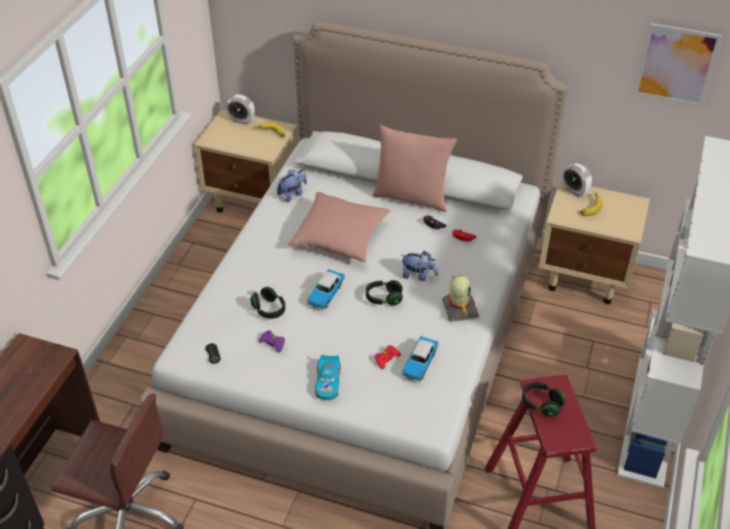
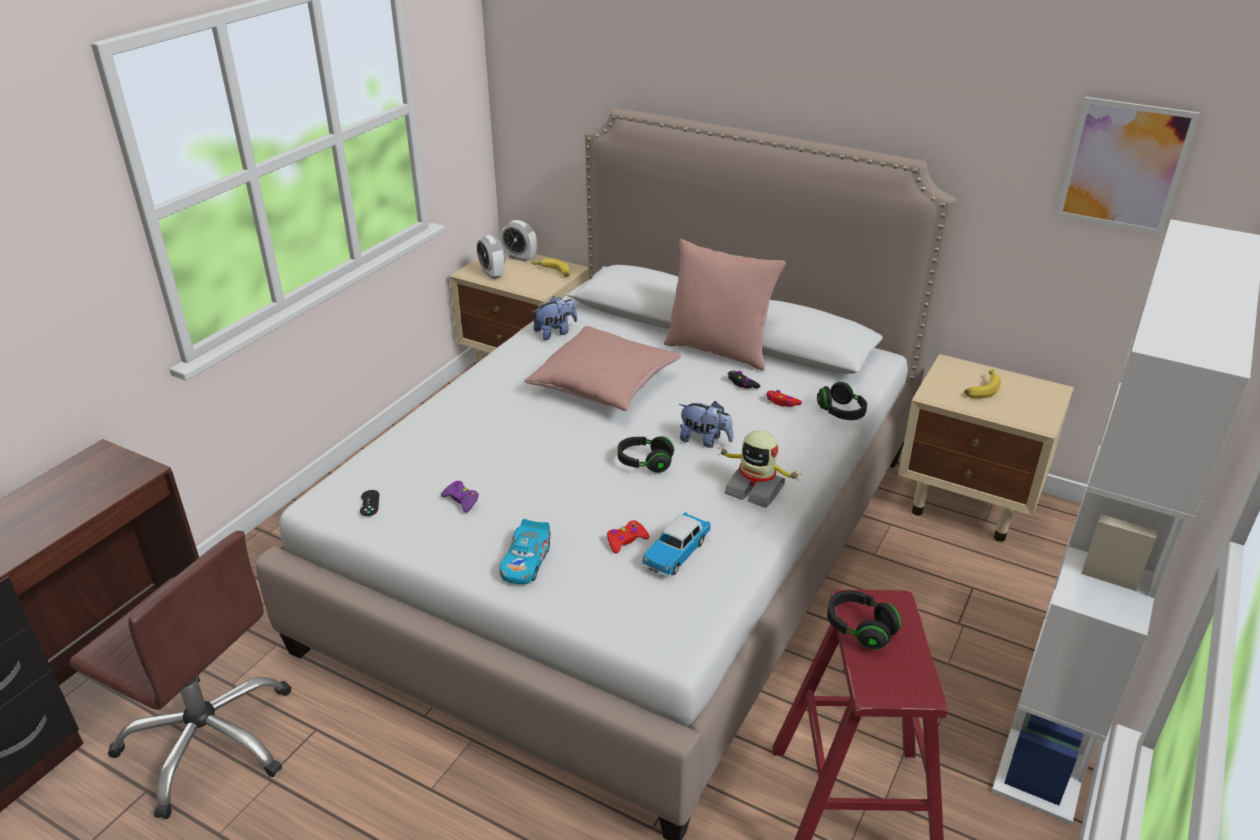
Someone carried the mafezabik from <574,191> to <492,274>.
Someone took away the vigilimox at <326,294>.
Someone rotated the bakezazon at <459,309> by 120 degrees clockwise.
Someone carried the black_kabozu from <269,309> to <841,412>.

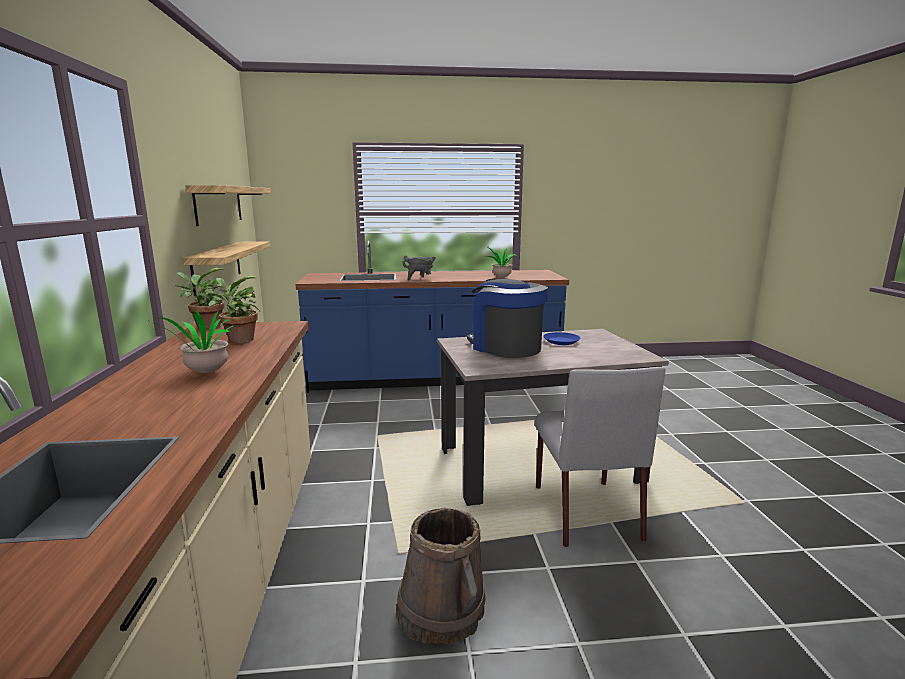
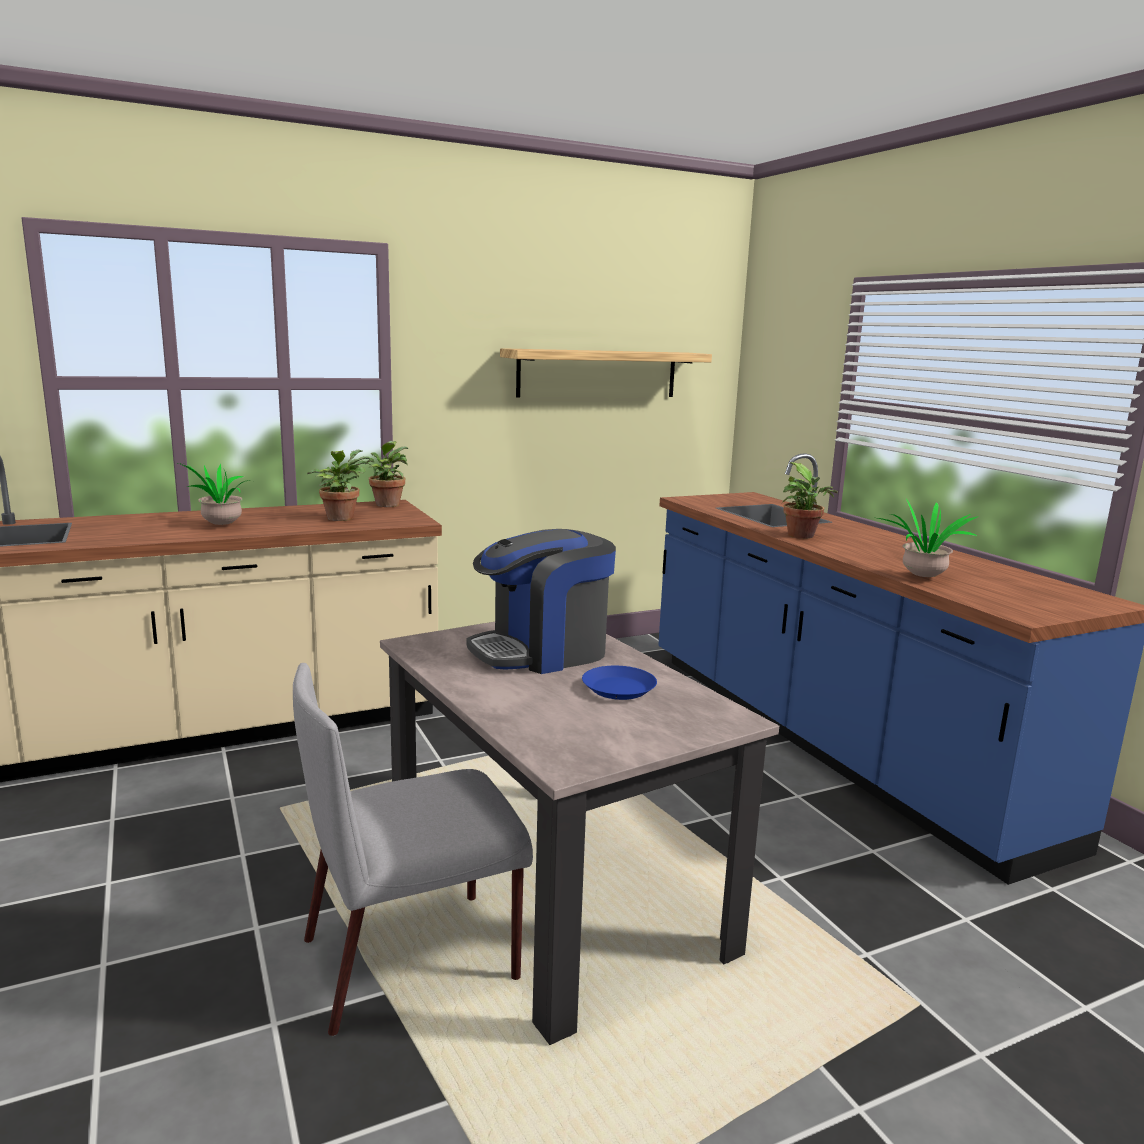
Someone took away the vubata at <217,266>.
Someone swapped the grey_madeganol at <420,279> for the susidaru at <803,536>.
Someone rotated the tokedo at <505,347> by 150 degrees counterclockwise.
Someone took away the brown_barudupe at <441,610>.

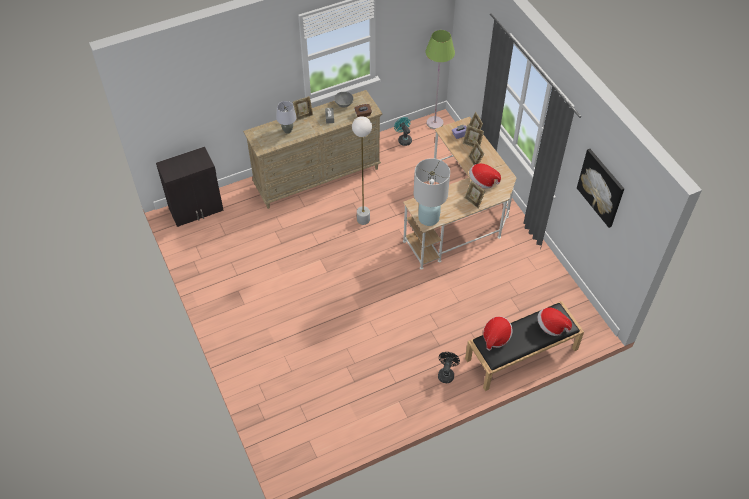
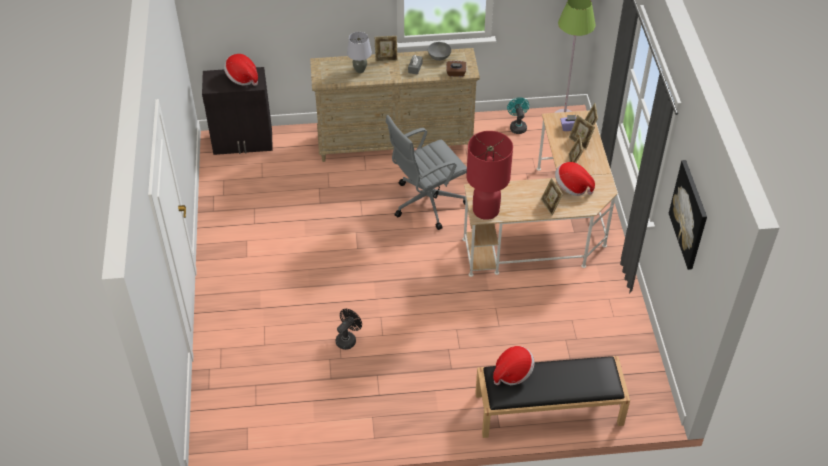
Someone swapped the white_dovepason at <363,220> for the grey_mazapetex at <426,202>.
Someone repainted the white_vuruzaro at <428,218>, which became the red_vuruzaro at <485,210>.
Someone carried the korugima from <551,326> to <242,78>.
Someone carried the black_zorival from <446,373> to <348,339>.

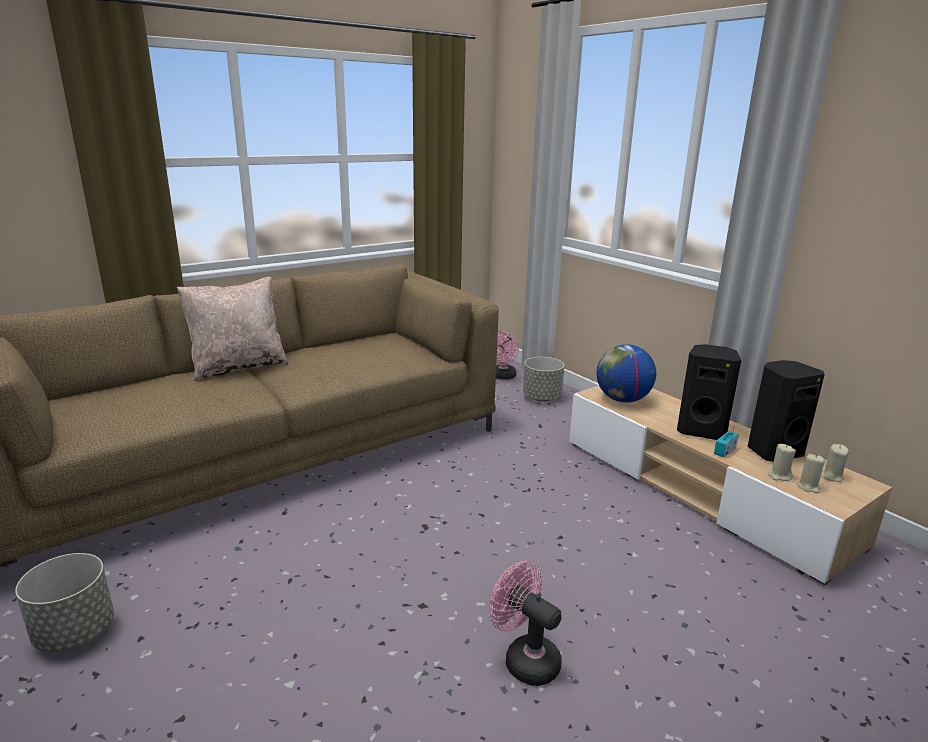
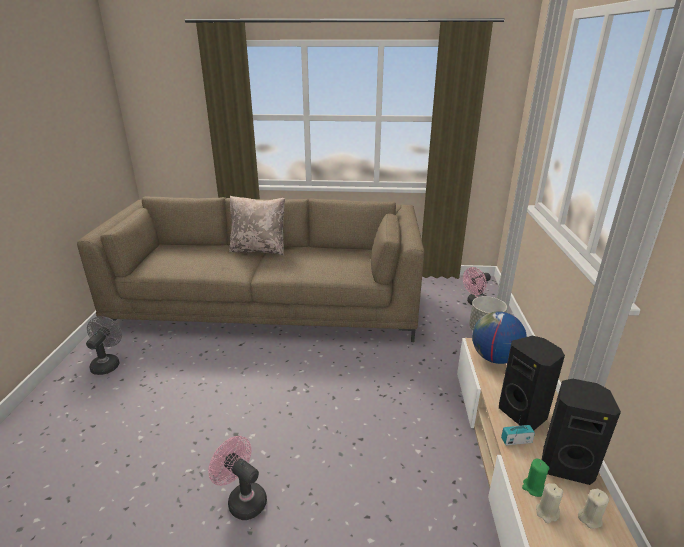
Someone repainted the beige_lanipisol at <779,476>, which became the green_lanipisol at <533,488>.
Someone swapped the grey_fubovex at <74,633> for the grey_zorival at <107,364>.
Someone rotated the pink_zorival at <524,659> by 45 degrees counterclockwise.

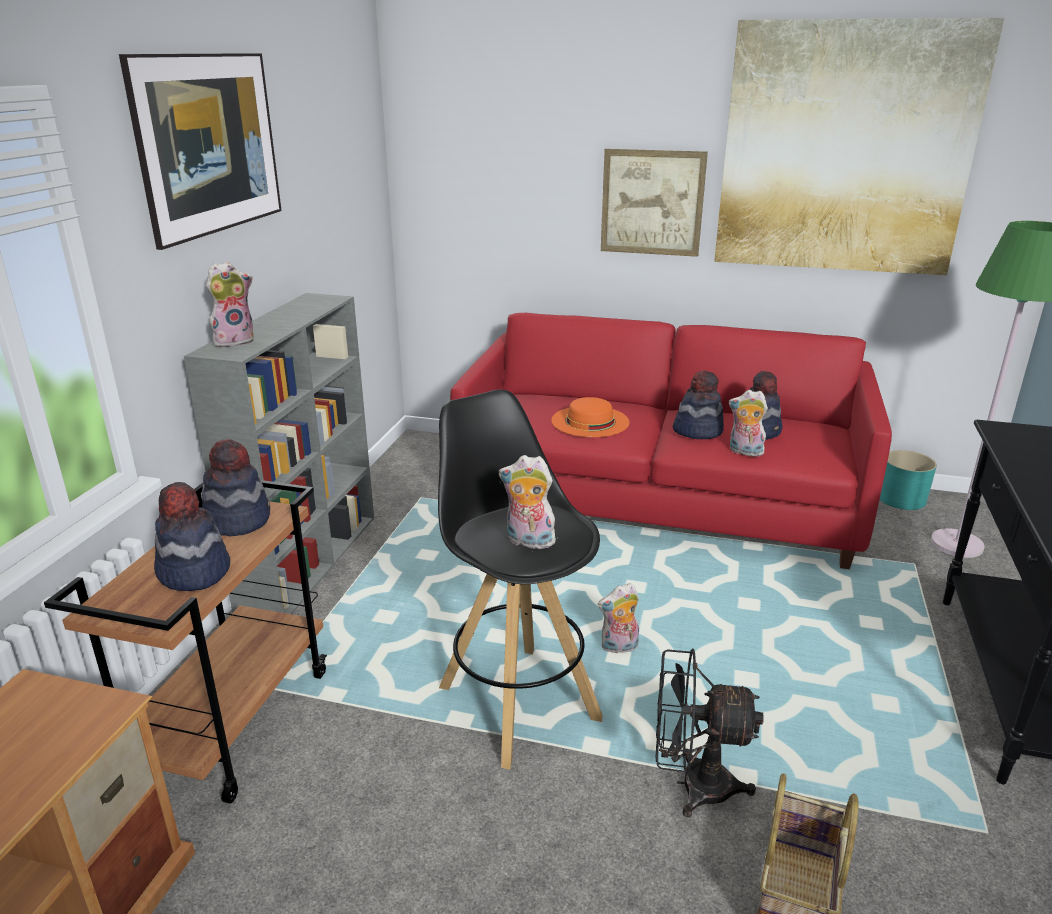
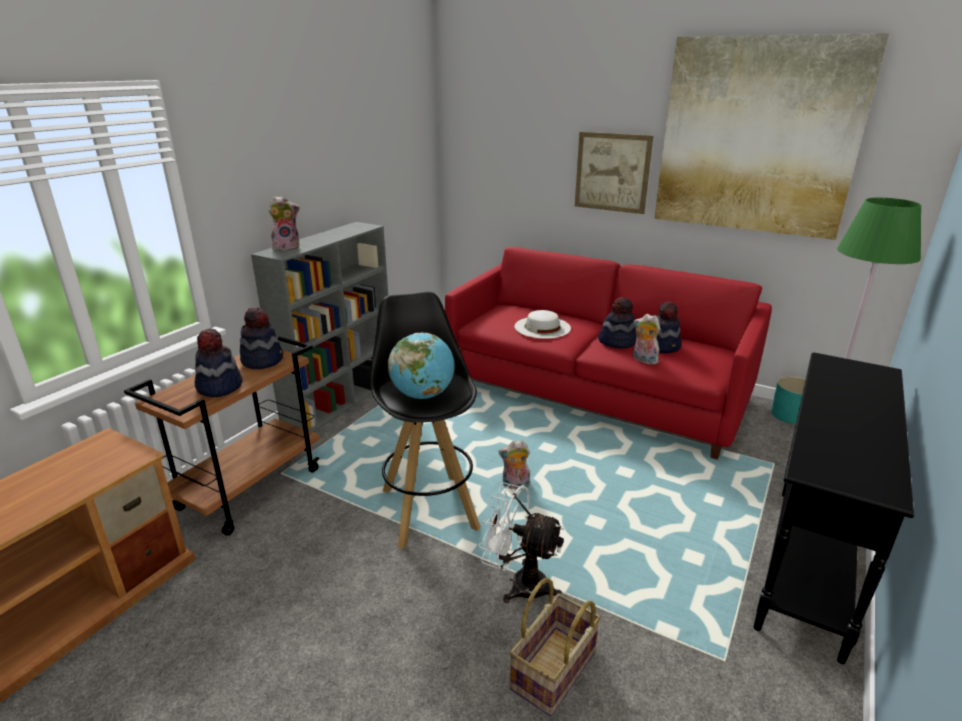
Someone took away the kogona at <216,187>.
Someone repainted the orange_korugima at <590,421>, which became the white_korugima at <542,327>.
Someone swapped the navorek at <528,542> for the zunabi at <423,395>.
Someone repainted the black_zorival at <692,785>, which became the white_zorival at <519,583>.

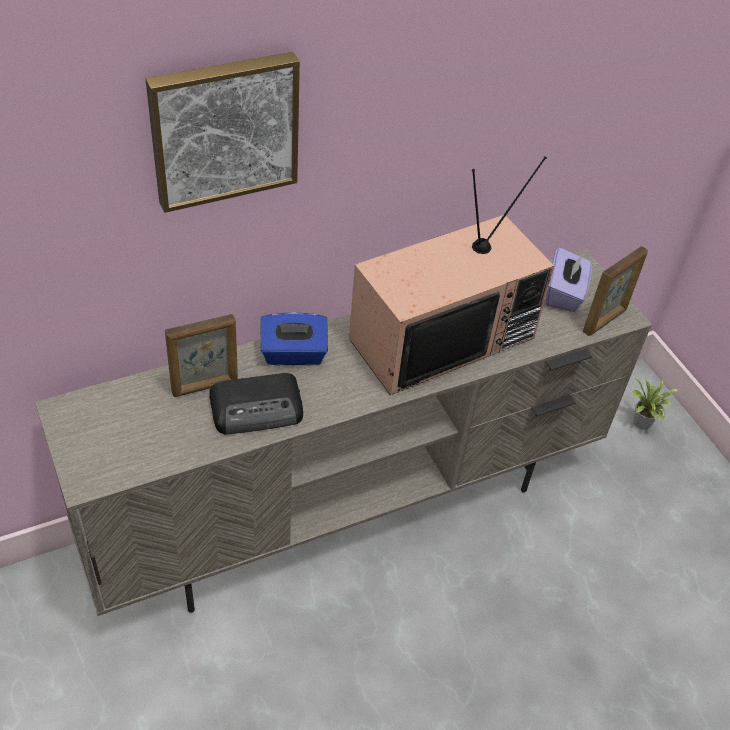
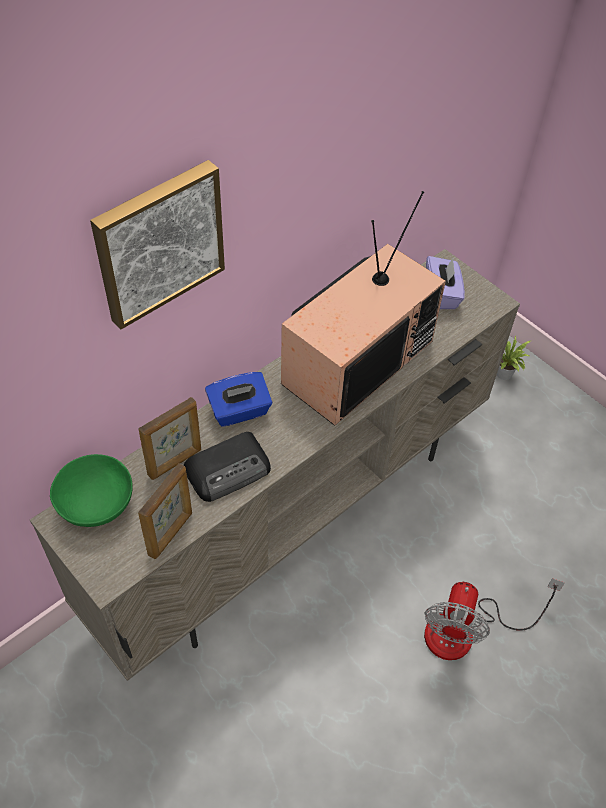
Someone carried the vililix from <605,321> to <171,533>.
Someone put down the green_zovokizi at <96,505>.
Someone put down the zorival at <465,631>.

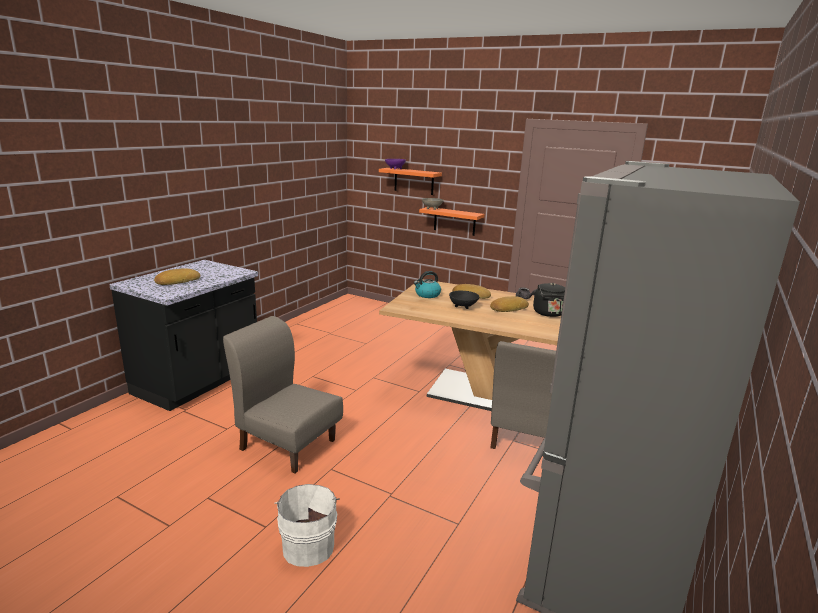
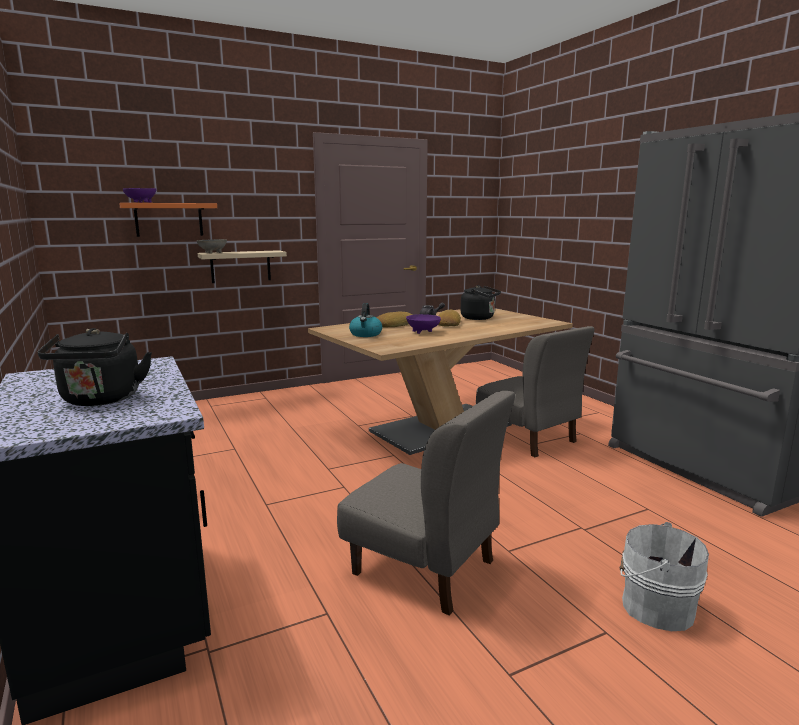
Someone repainted the orange_vubata at <454,221>, which became the beige_vubata at <240,266>.
Someone swapped the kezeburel at <177,281> for the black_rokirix at <101,400>.
Someone repainted the black_zovokizi at <462,307>, which became the purple_zovokizi at <423,332>.
Someone rotated the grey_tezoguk at <287,444> by 120 degrees counterclockwise.

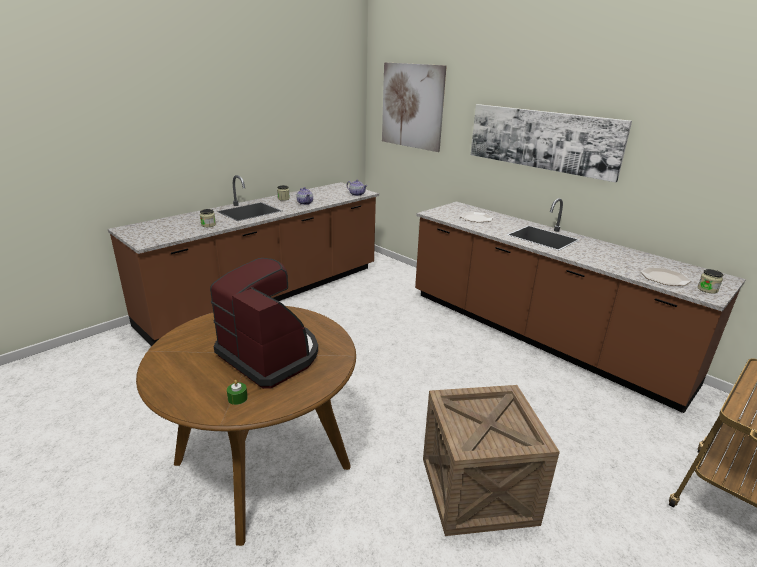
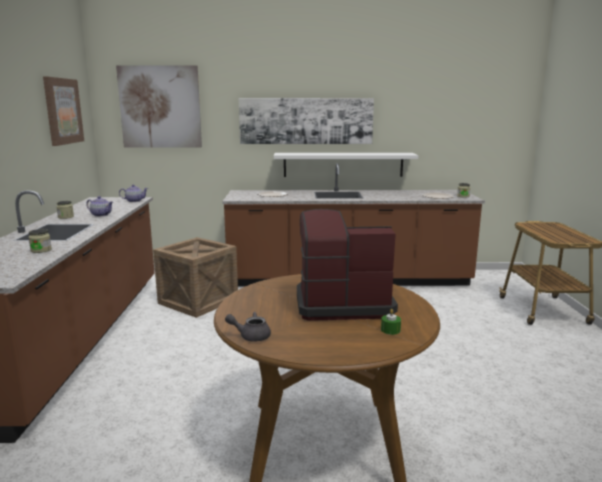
Someone carried the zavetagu from <477,490> to <198,301>.
Someone put up the kogona at <62,111>.
Someone put up the white_vubata at <343,164>.
Someone put down the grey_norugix at <251,336>.

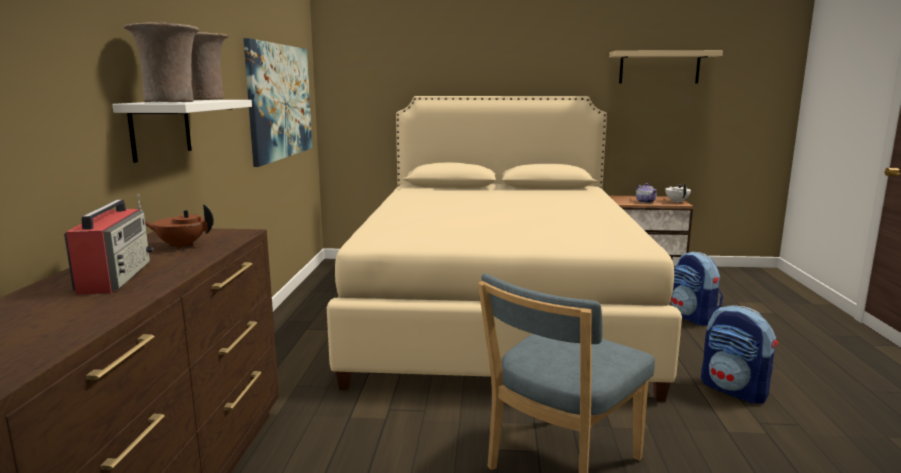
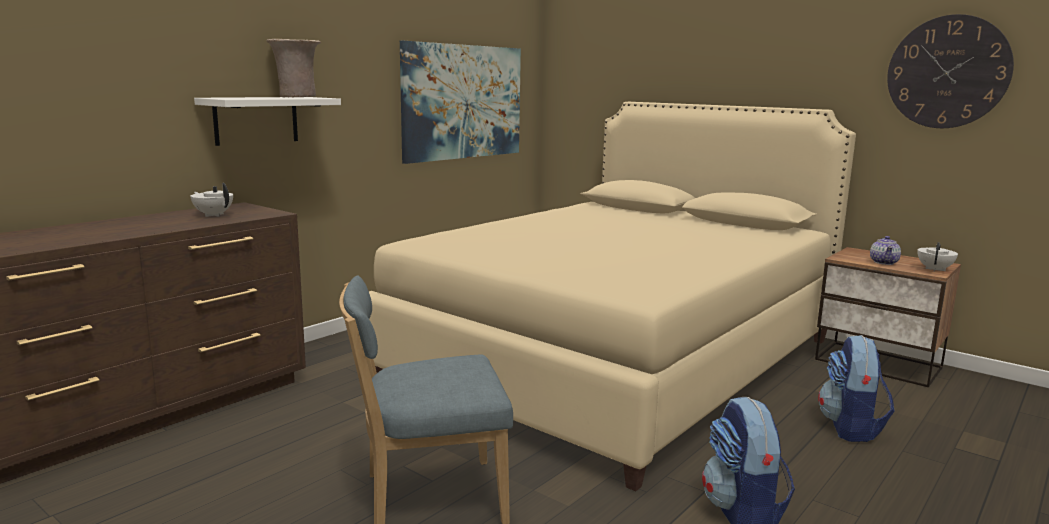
Someone took away the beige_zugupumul at <169,102>.
Someone swapped the beige_vubata at <659,67> for the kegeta at <947,72>.
Someone took away the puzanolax at <115,276>.
Someone repainted the brown_norugix at <181,245>, which became the white_norugix at <213,215>.

